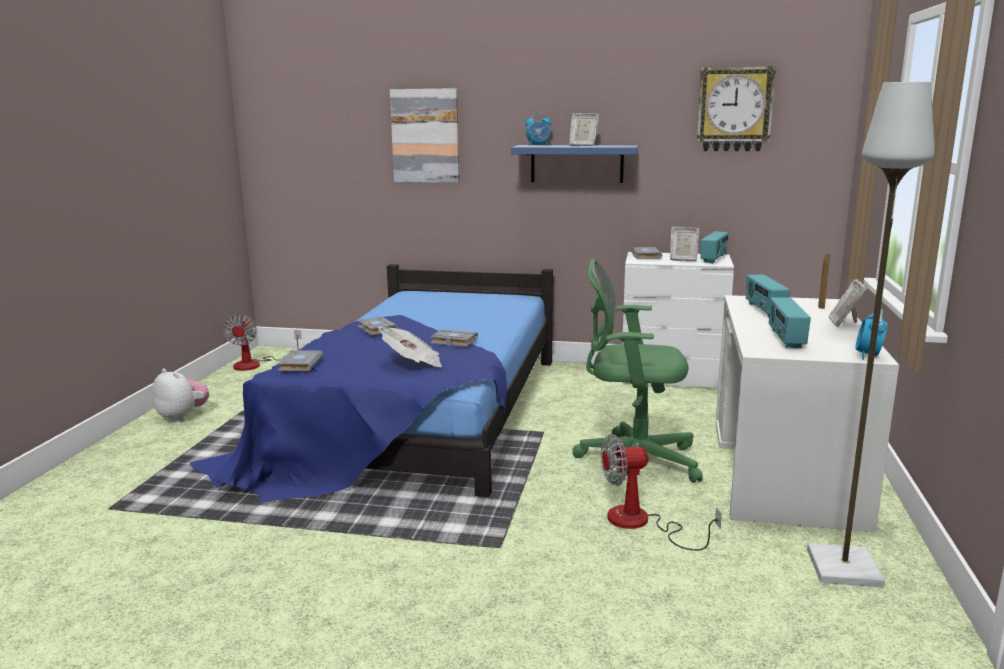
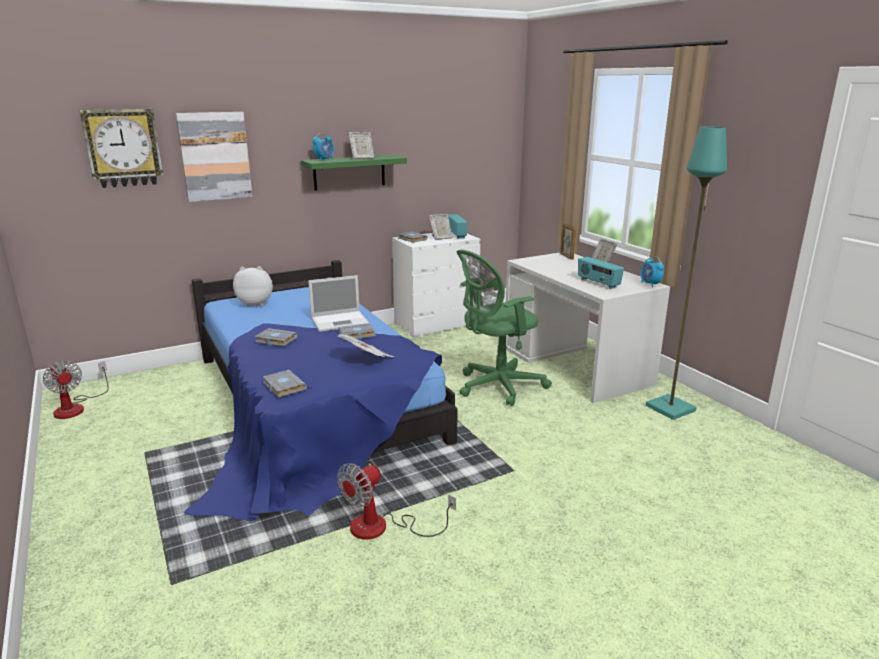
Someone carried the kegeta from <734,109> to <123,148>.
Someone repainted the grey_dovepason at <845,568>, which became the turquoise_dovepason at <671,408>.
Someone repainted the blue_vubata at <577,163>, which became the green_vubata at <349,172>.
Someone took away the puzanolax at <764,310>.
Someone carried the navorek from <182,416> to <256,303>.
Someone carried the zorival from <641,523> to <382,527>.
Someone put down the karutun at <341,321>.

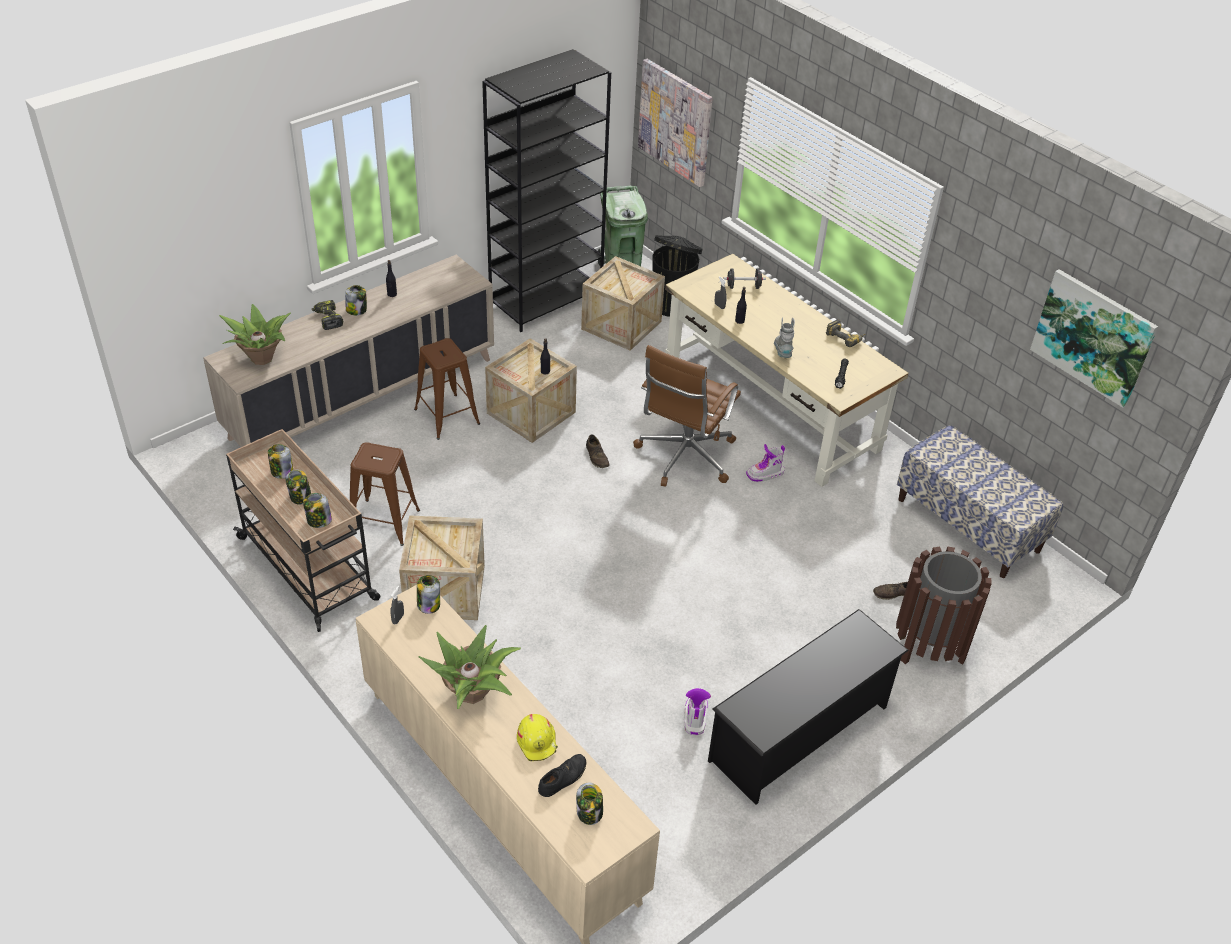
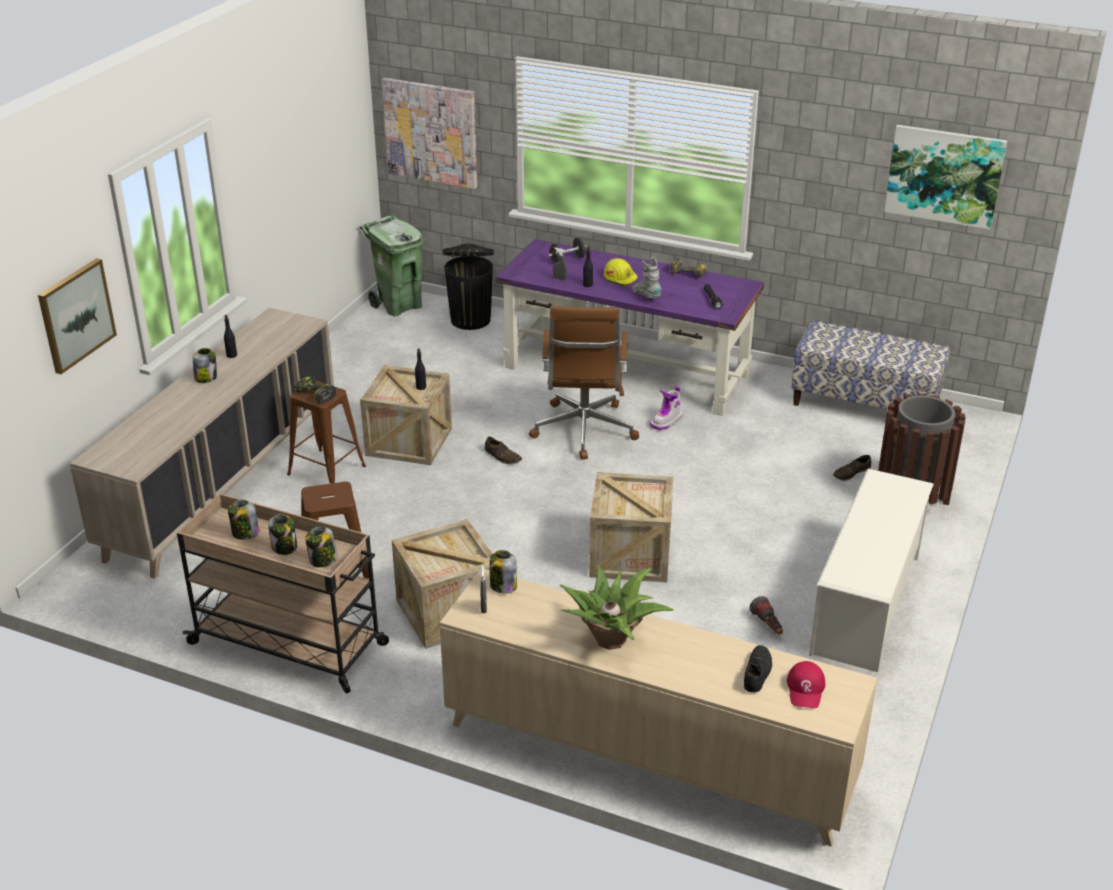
Someone took away the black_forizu at <546,300>.
Someone repainted the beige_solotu at <771,407>, which became the purple_solotu at <627,370>.
Someone carried the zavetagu from <621,325> to <630,555>.
Someone carried the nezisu from <327,319> to <314,395>.
Someone took away the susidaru at <261,357>.
Someone repainted the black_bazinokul at <799,733>, which became the white_bazinokul at <866,604>.
Someone swapped the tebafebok at <695,717> for the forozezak at <768,626>.
Someone carried the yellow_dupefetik from <537,741> to <620,278>.
Someone swapped the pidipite at <589,813> for the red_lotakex at <805,689>.
Someone put up the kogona at <76,315>.

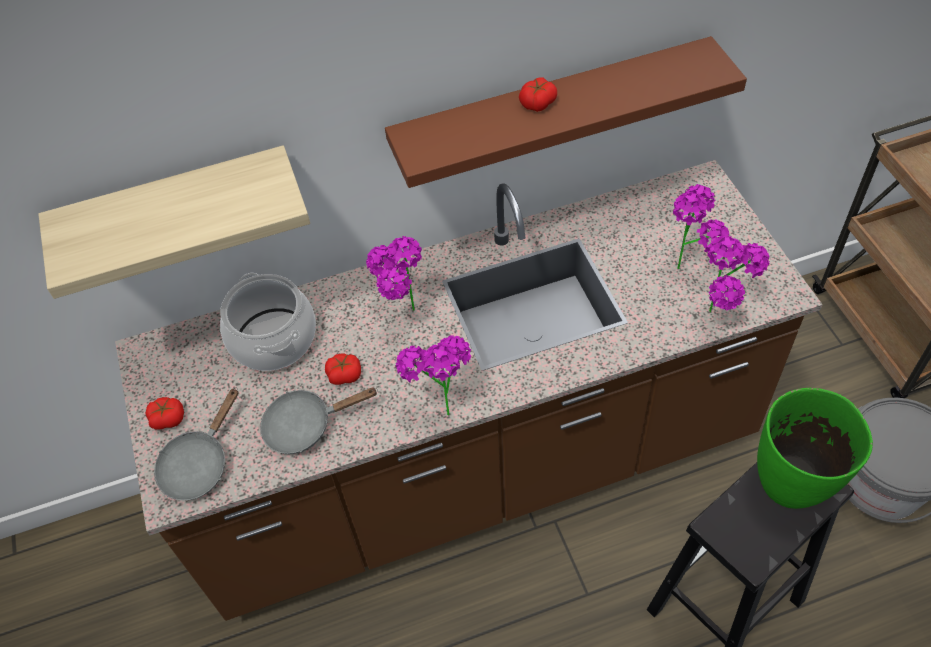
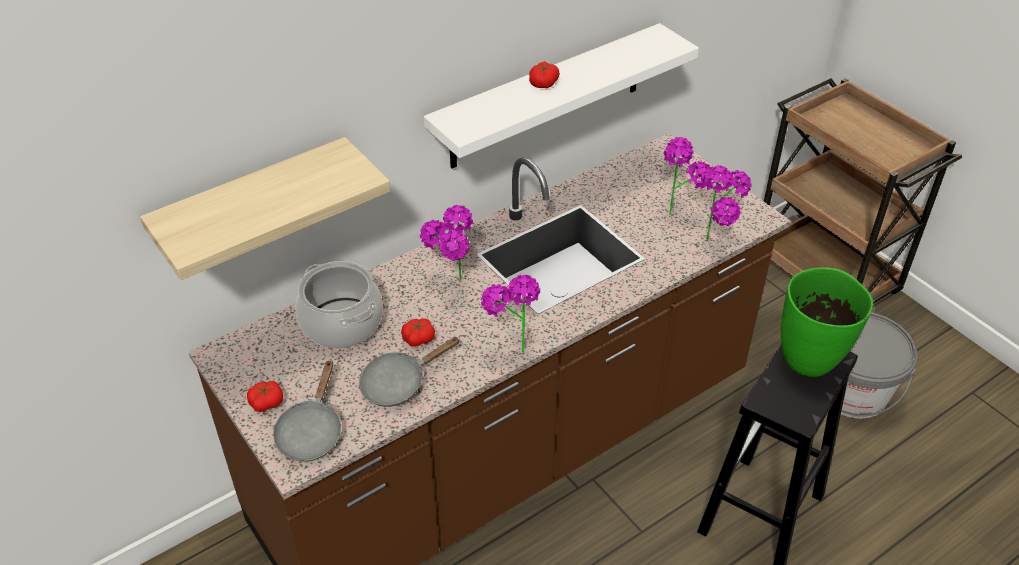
Someone repainted the brown_vubata at <551,113>, which became the white_vubata at <547,97>.

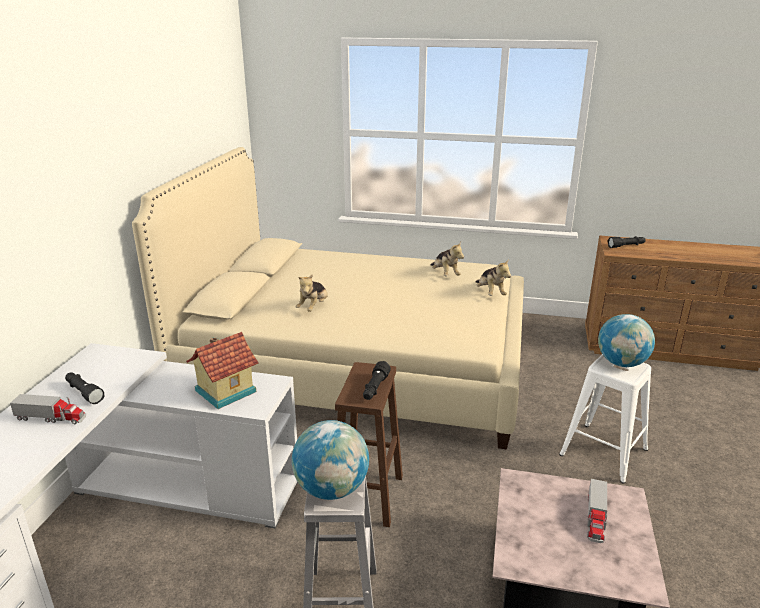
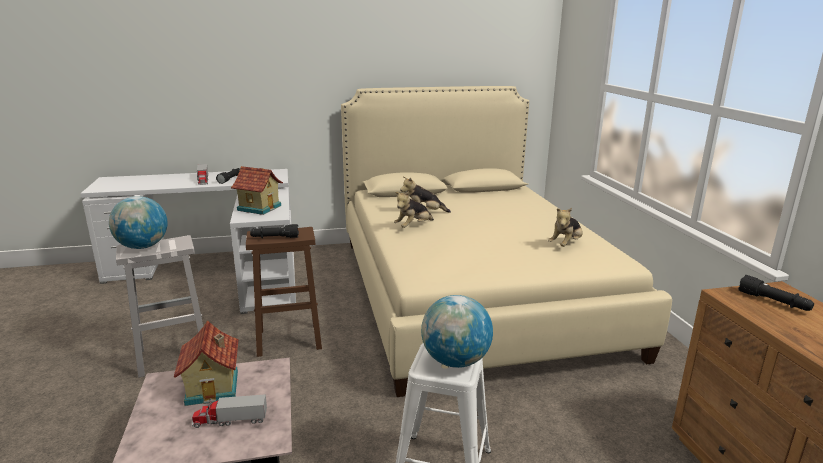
Someone carried the navorek from <490,293> to <413,227>.
Someone put down the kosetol at <214,387>.

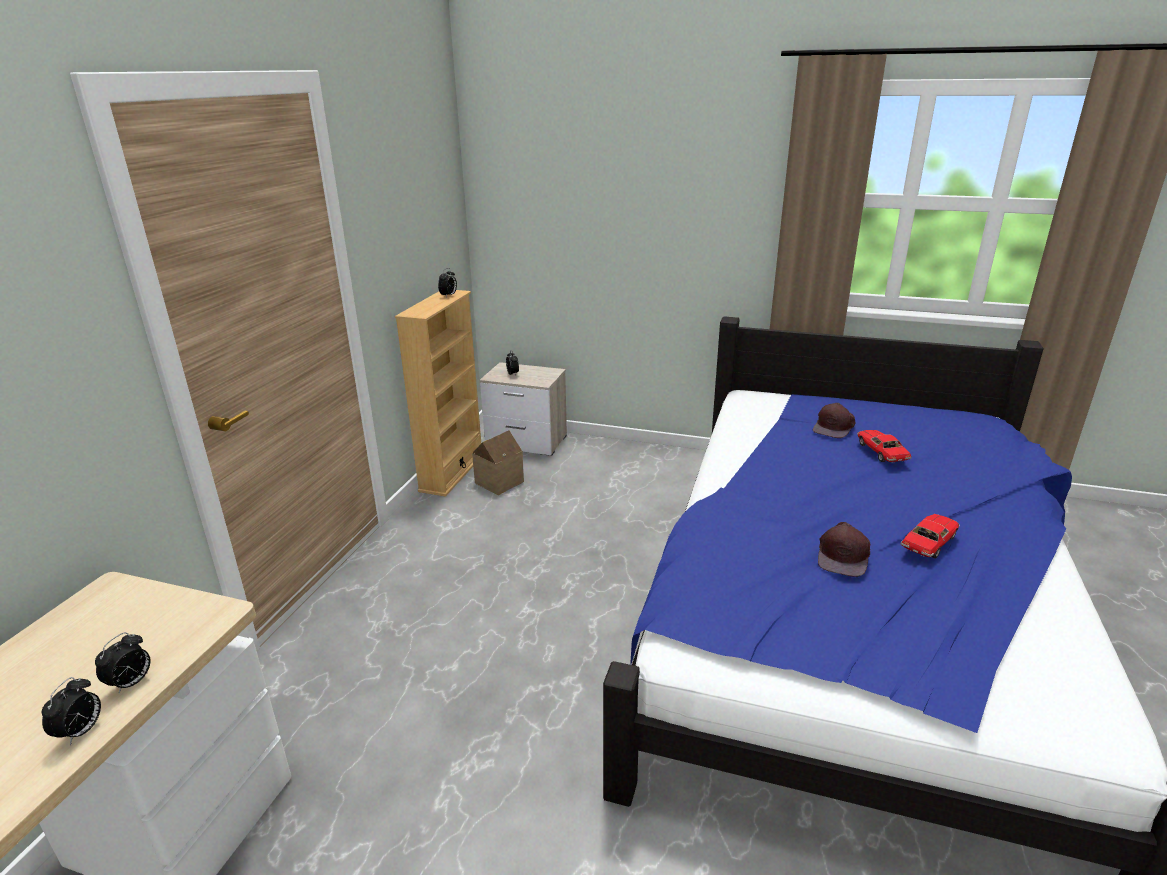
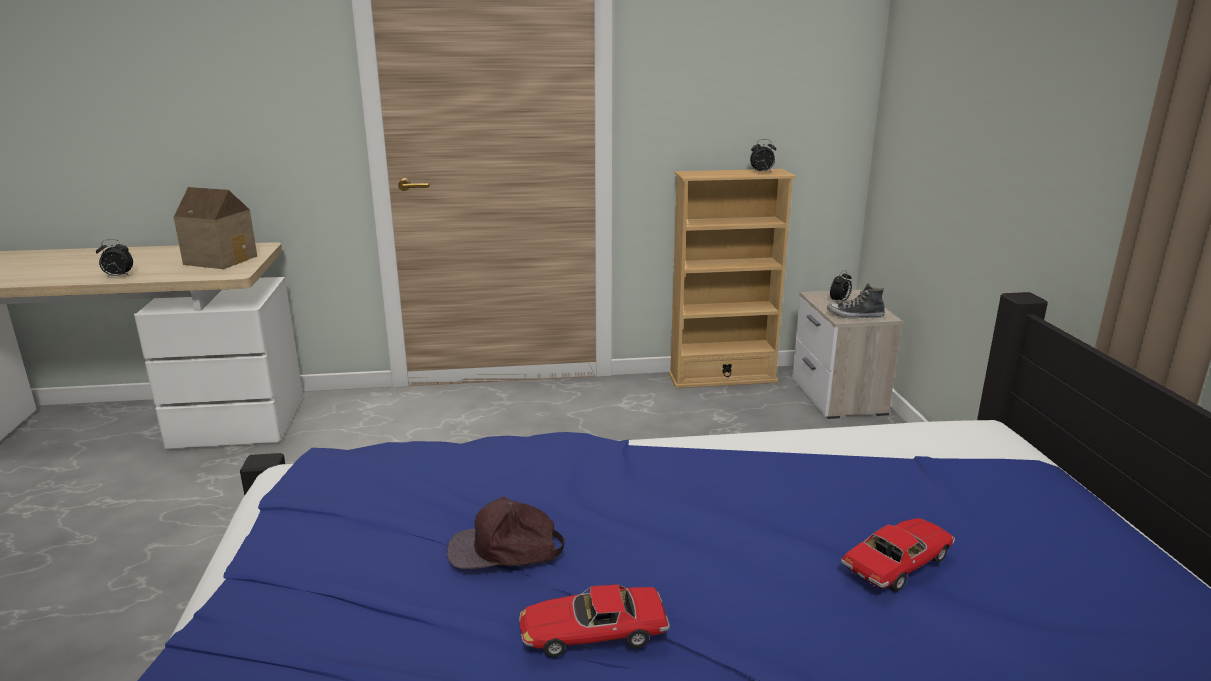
Someone took away the brown_lotakex at <834,427>.
Someone carried the kosetol from <497,482> to <222,259>.
Someone rotated the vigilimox at <929,542> by 150 degrees clockwise.
Someone took away the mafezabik at <131,683>.
Someone put down the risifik at <855,316>.

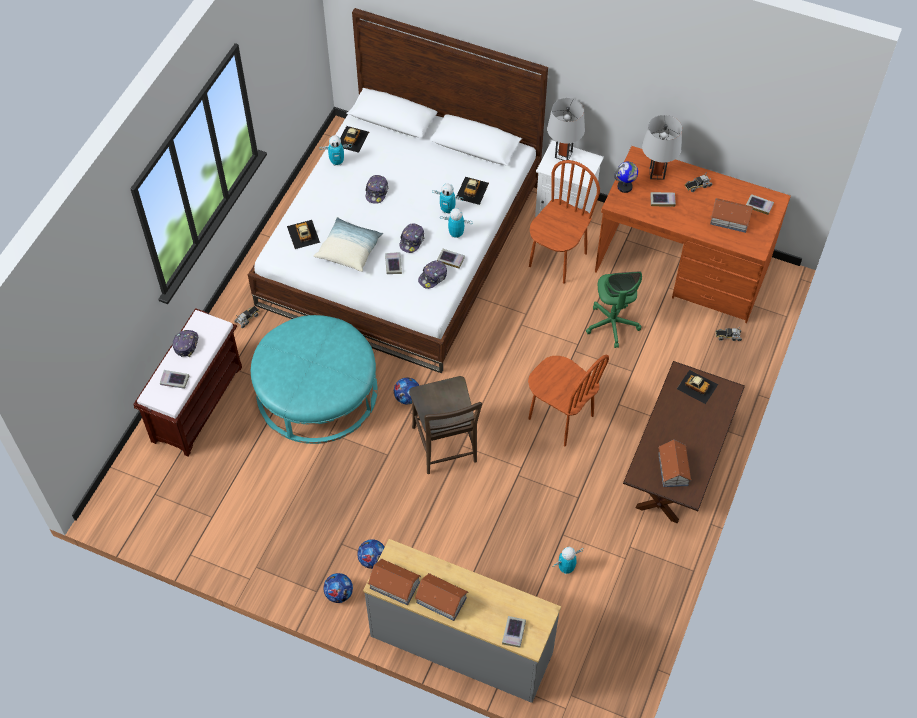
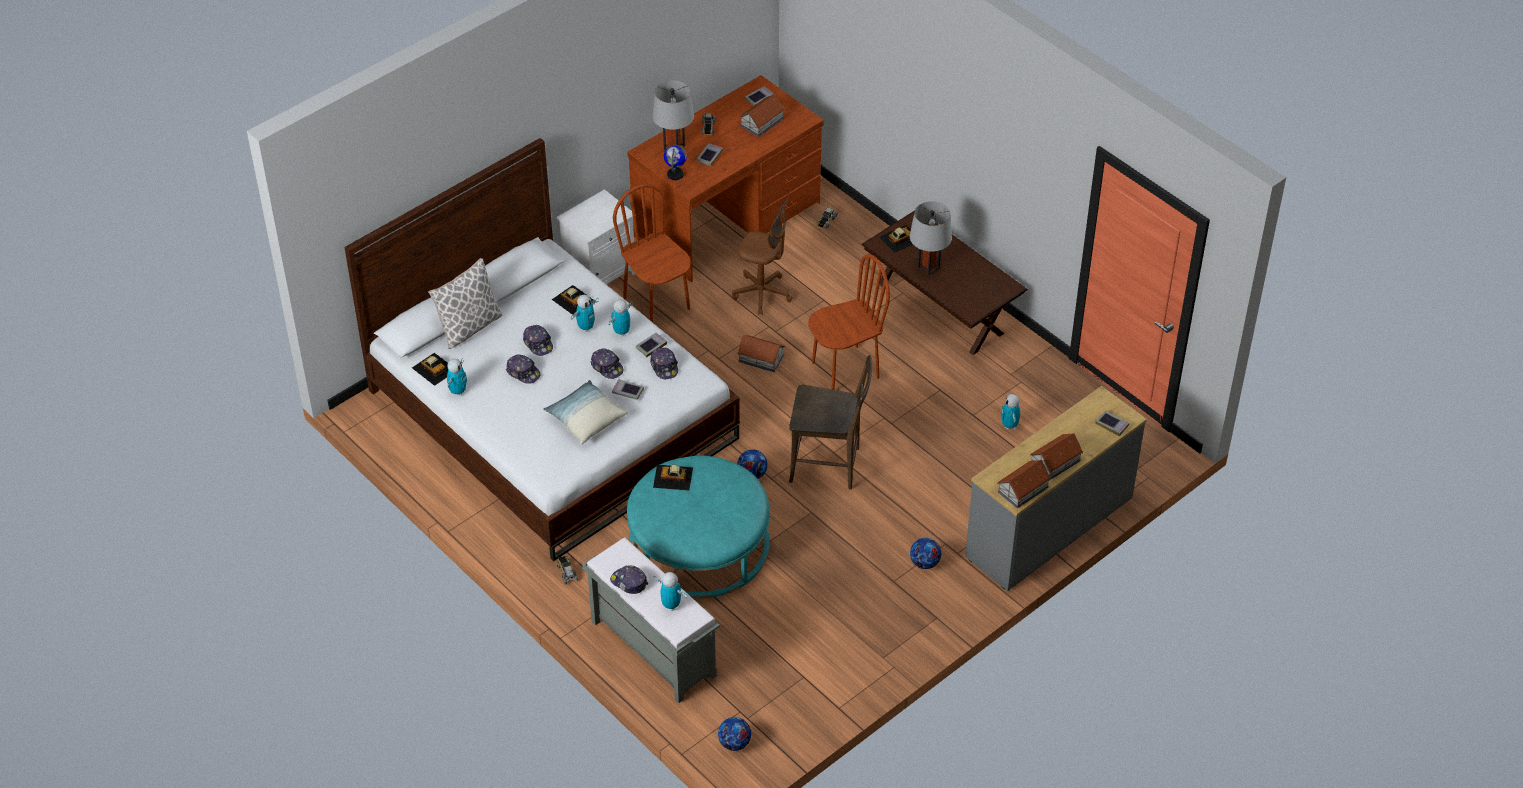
Someone carried the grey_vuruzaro from <563,154> to <928,267>.
Someone carried the vigilimox from <303,234> to <673,477>.
Someone repainted the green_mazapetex at <612,325>, which became the brown_mazapetex at <762,293>.
Someone repainted the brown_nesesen at <197,402>, which became the grey_nesesen at <651,648>.
Someone swapped the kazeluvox at <174,380> for the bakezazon at <671,605>.
Someone carried the kosetol from <673,470> to <761,359>.
Someone carried the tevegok from <339,594> to <734,743>.
Someone put down the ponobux at <469,327>.
Someone put down the lotakex at <538,344>.

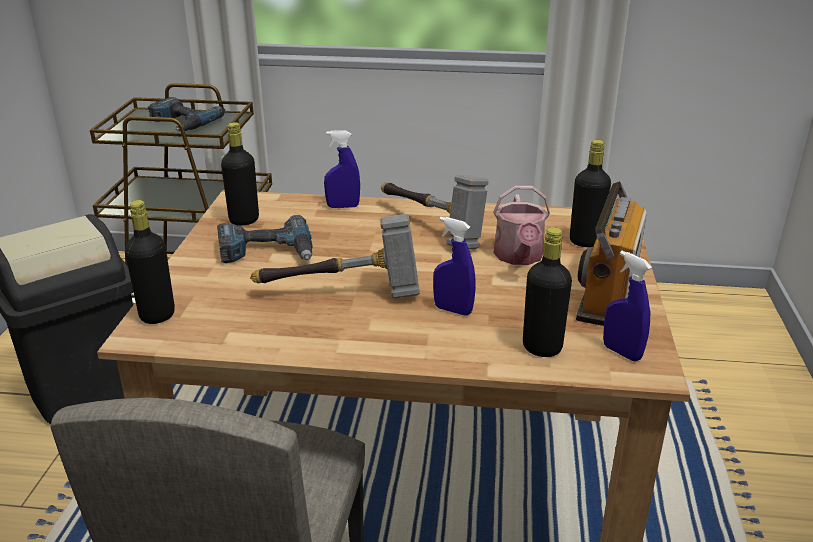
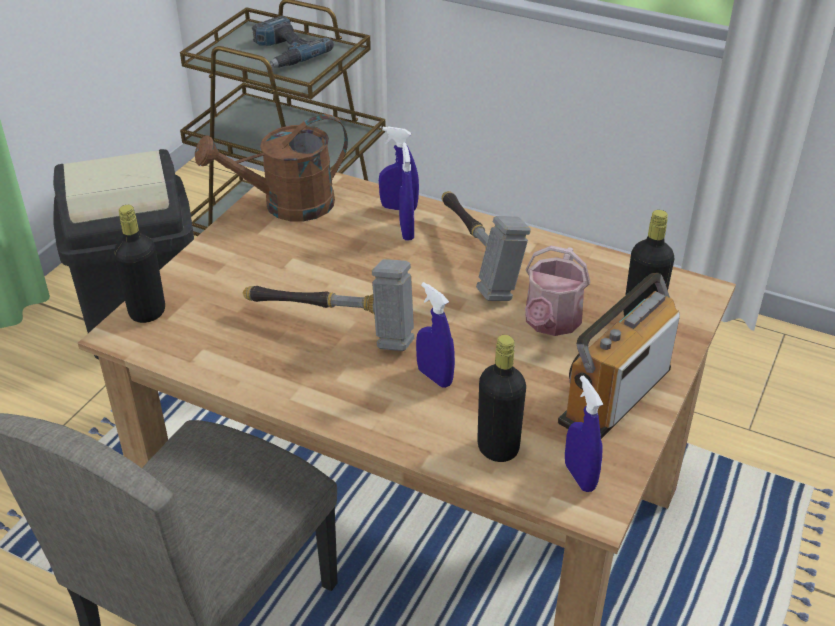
Someone swapped the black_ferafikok at <244,220> for the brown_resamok at <286,206>.
Someone took away the nezisu at <267,252>.
Someone put down the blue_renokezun at <406,231>.

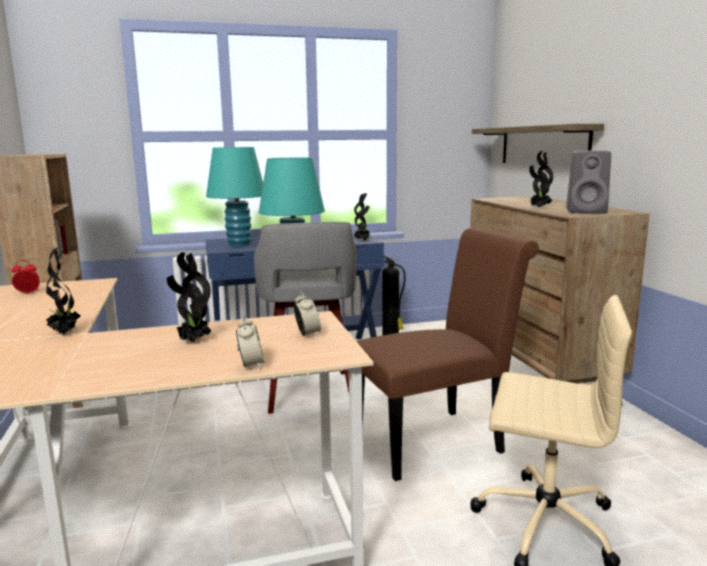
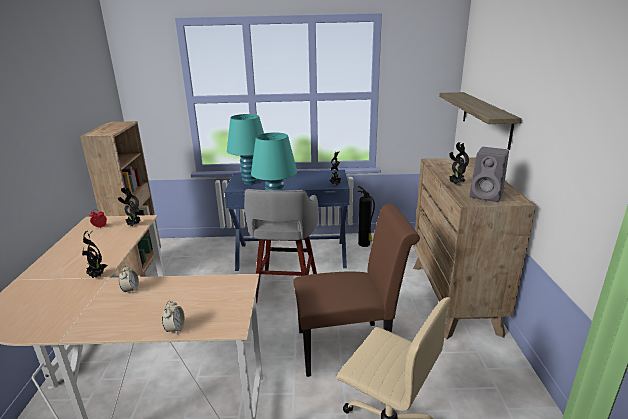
Someone carried the susidaru from <193,341> to <133,225>.
Someone carried the mafezabik from <307,334> to <131,290>.

